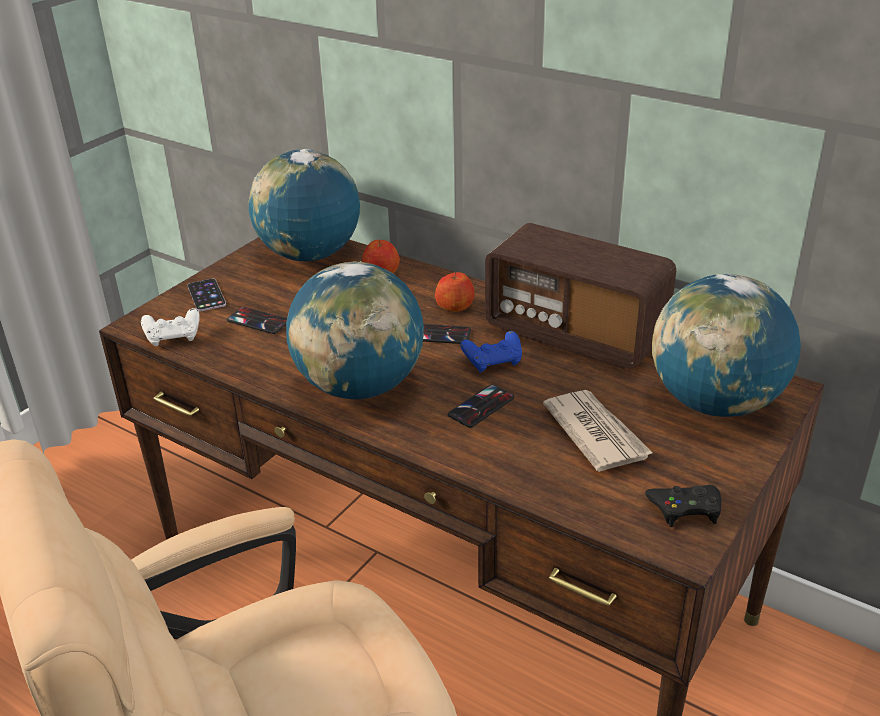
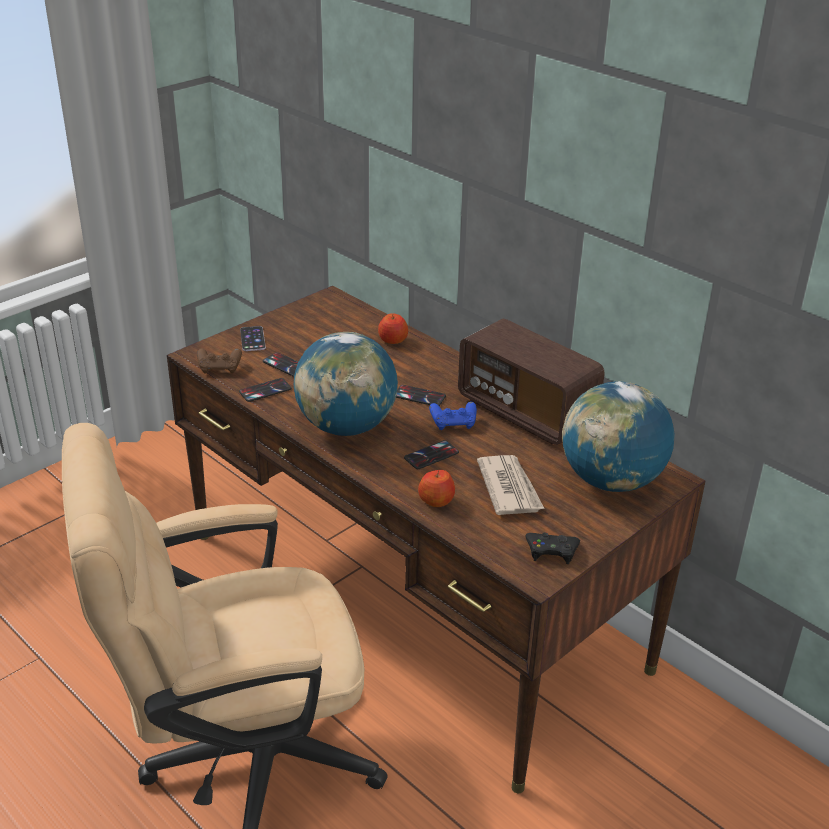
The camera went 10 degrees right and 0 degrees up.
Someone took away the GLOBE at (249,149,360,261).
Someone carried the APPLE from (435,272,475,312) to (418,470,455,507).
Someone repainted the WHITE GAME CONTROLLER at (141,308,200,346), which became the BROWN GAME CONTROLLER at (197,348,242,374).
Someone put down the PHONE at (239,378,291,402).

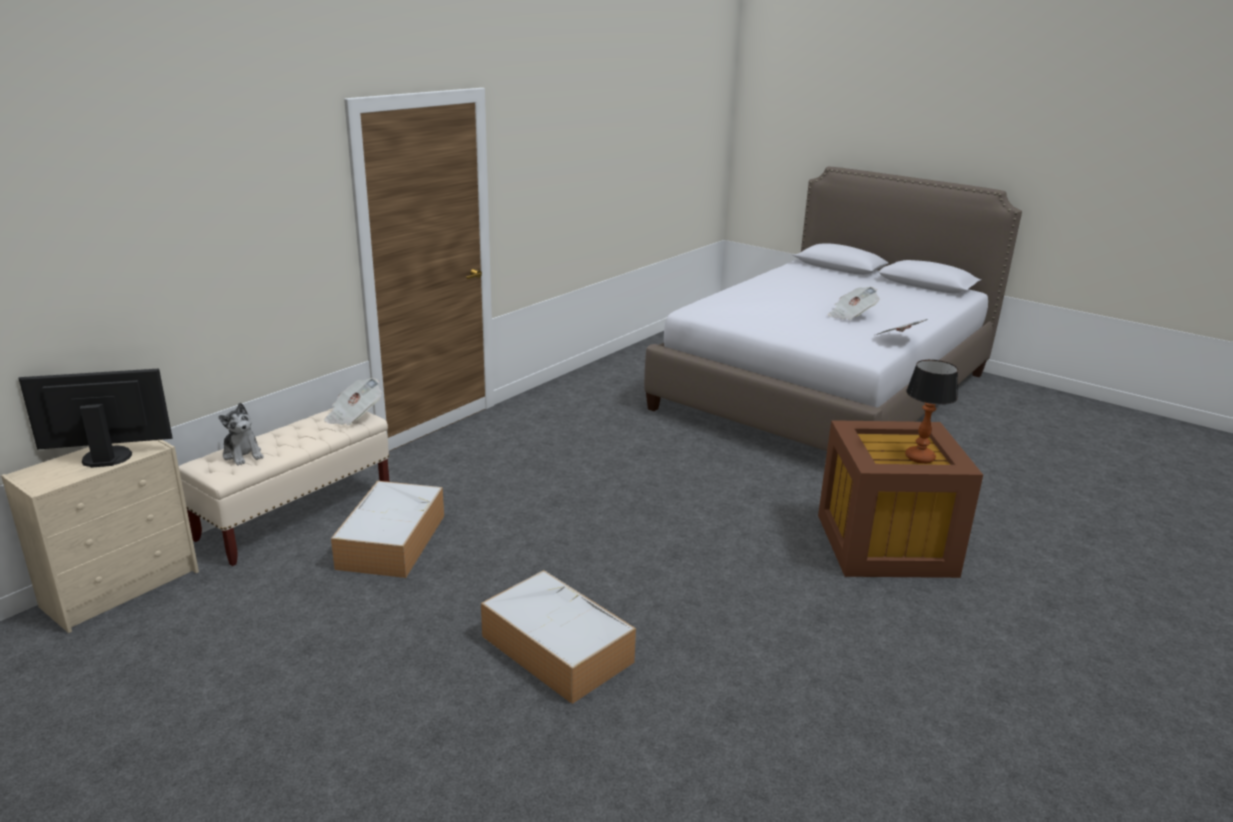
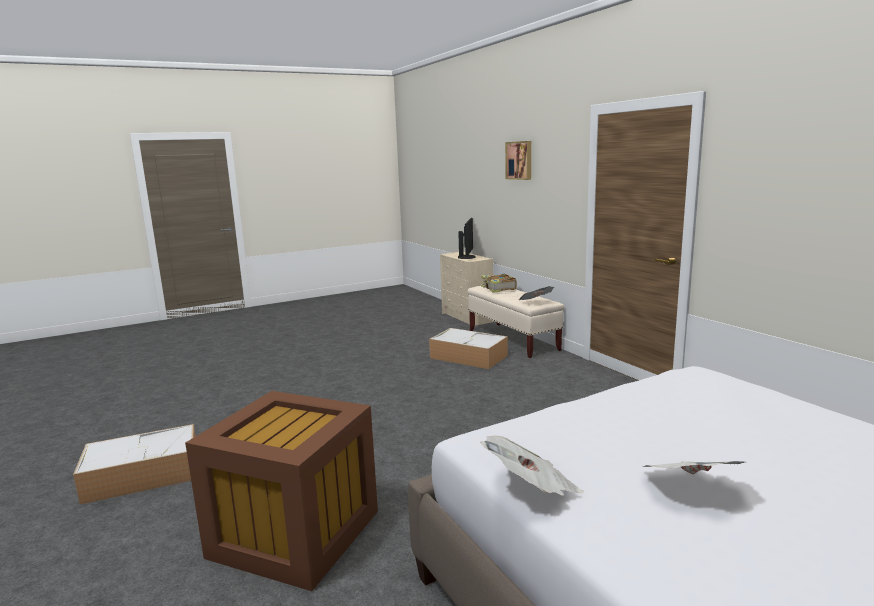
The camera went 115 degrees right and 10 degrees down.
Someone took away the TABLE LAMP at (905,360,958,464).
Someone swapped the PLUSH TOY at (218,403,264,466) for the BOOK at (481,274,517,293).
Someone carried the STORAGE BOX from (481,570,636,704) to (73,424,195,505).
Someone put up the PICTURE at (505,141,531,180).

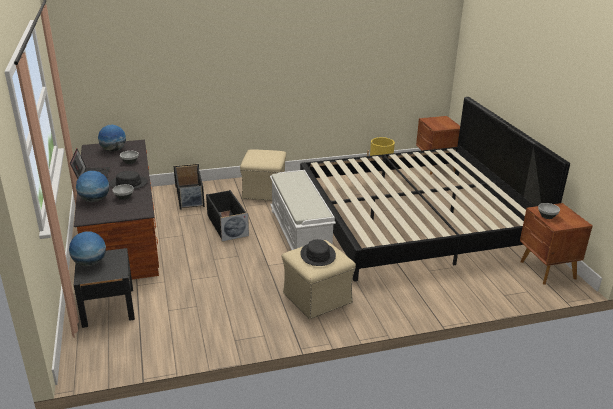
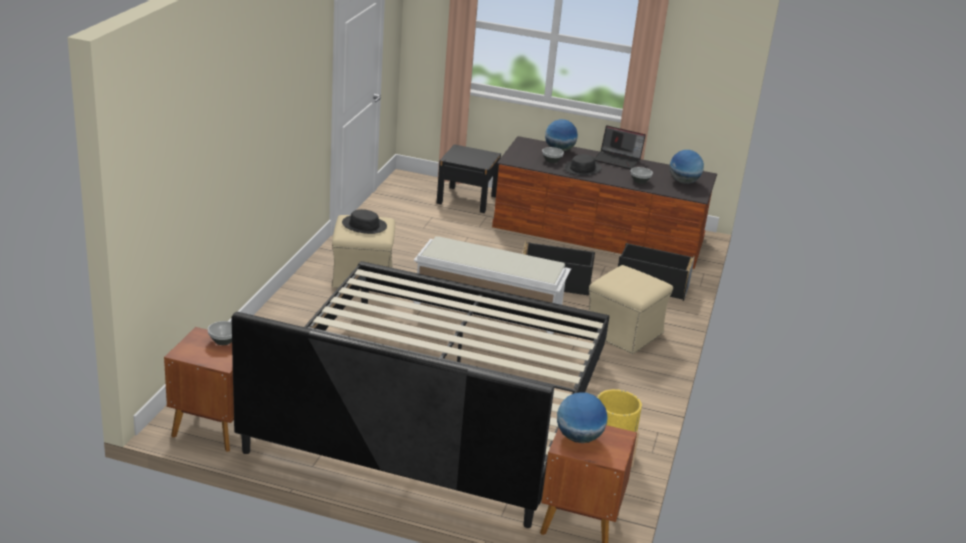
The camera went 120 degrees right and 0 degrees up.
Someone carried the GLOBE from (69,231,106,266) to (557,393,608,443).

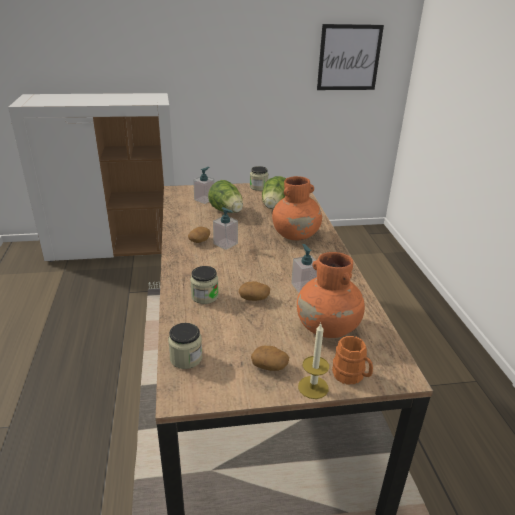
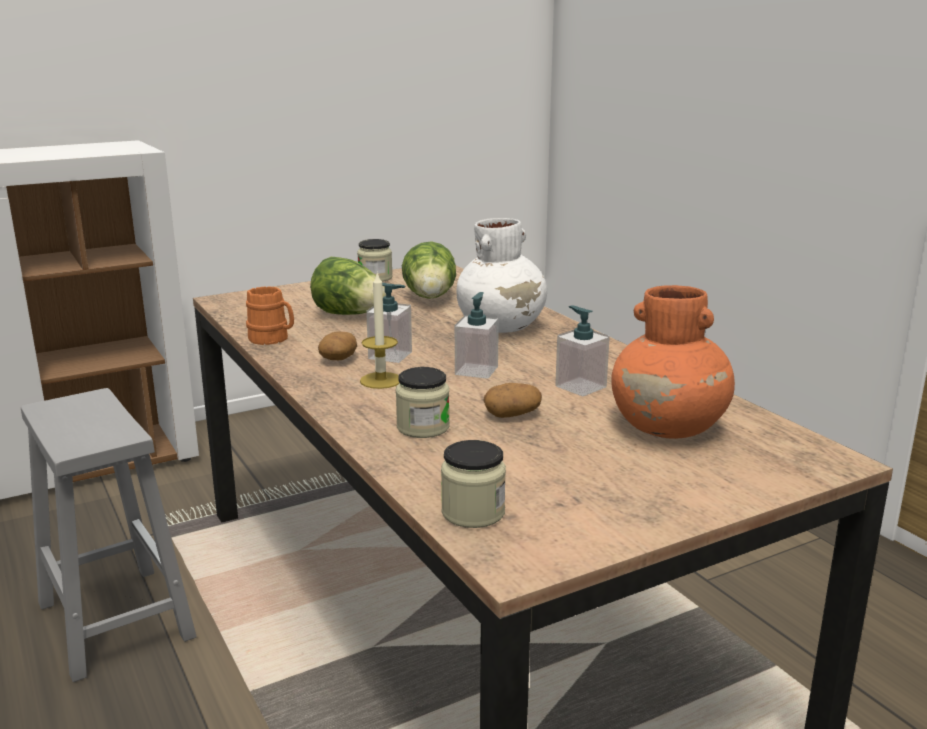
The camera went 20 degrees left and 10 degrees down.
Someone took away the PICTURE at (317,24,384,90).
Someone carried the SOAP DISPENSER from (193,167,215,204) to (455,292,499,379).
Someone repainted the ORANGE VASE at (272,176,322,240), which became the WHITE VASE at (457,218,547,333).
Someone carried the CANDLE from (298,324,329,399) to (360,272,399,389).
Someone carried the ORANGE MUG from (332,336,373,384) to (246,286,294,345).
Someone took away the POTATO at (251,346,289,371).
Someone put down the GREY STOOL at (21,388,197,682).

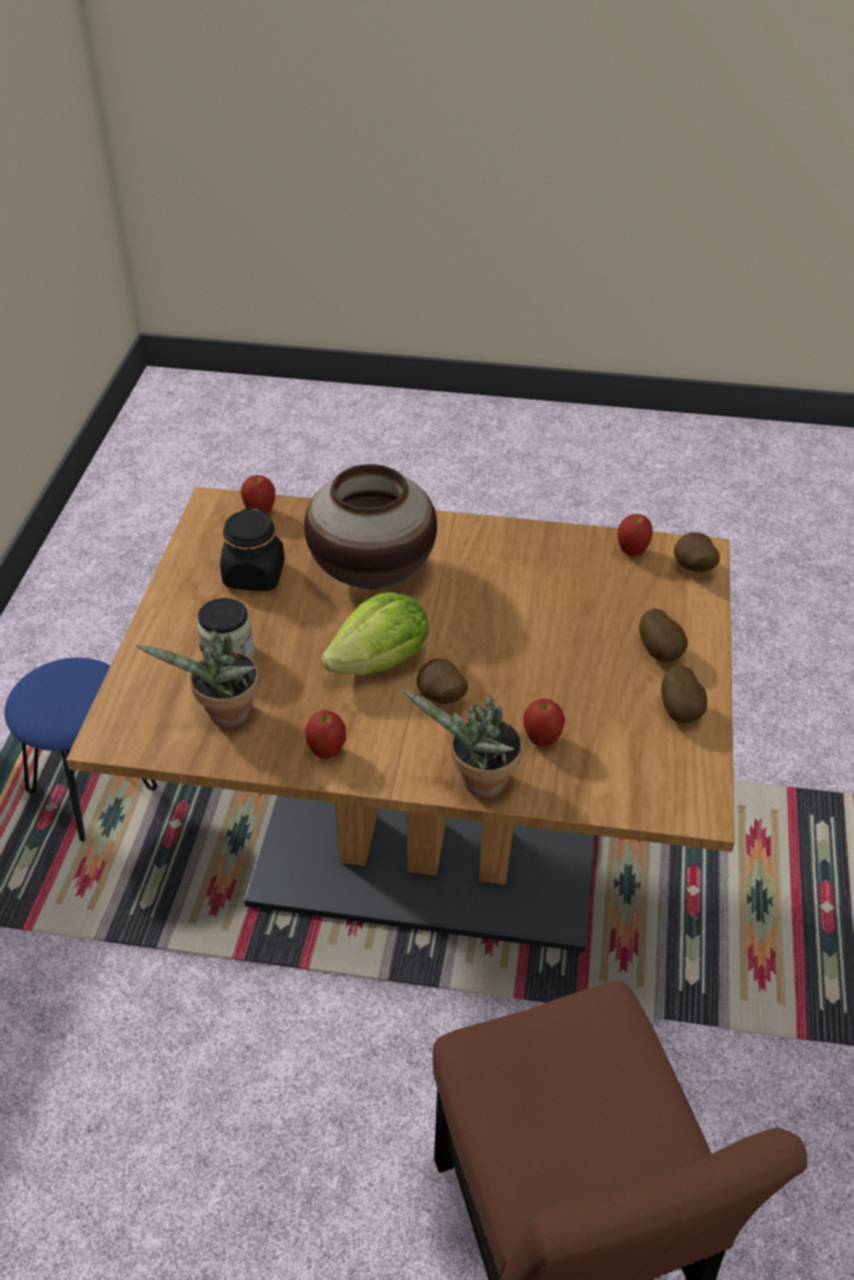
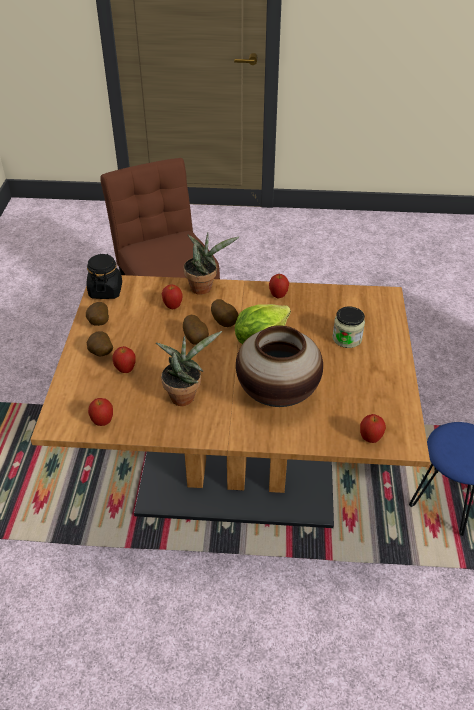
The camera went 175 degrees right and 0 degrees up.
Someone carried the BLACK JAR from (220,507,285,591) to (87,254,122,299).
Someone carried the POTATO from (674,532,720,572) to (183,315,209,345).
Someone carried the POTTED PLANT from (136,631,259,728) to (156,331,222,406).
Someone put down the APPLE at (112,346,136,373).

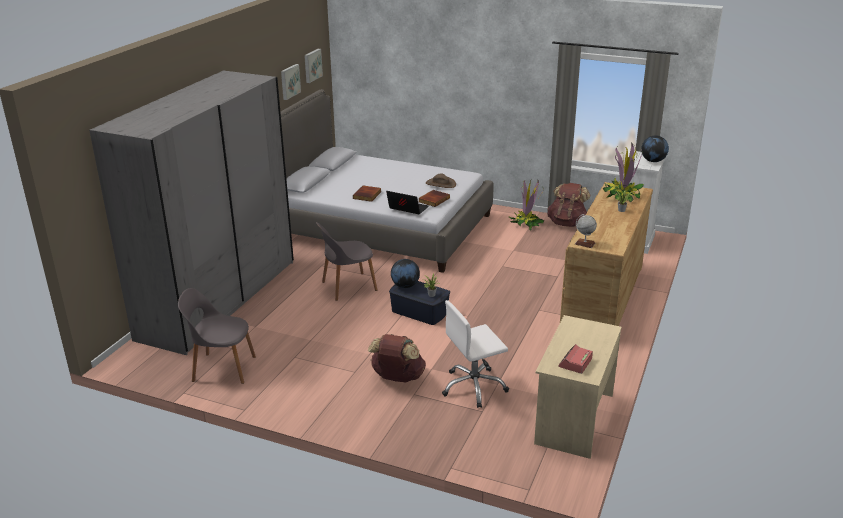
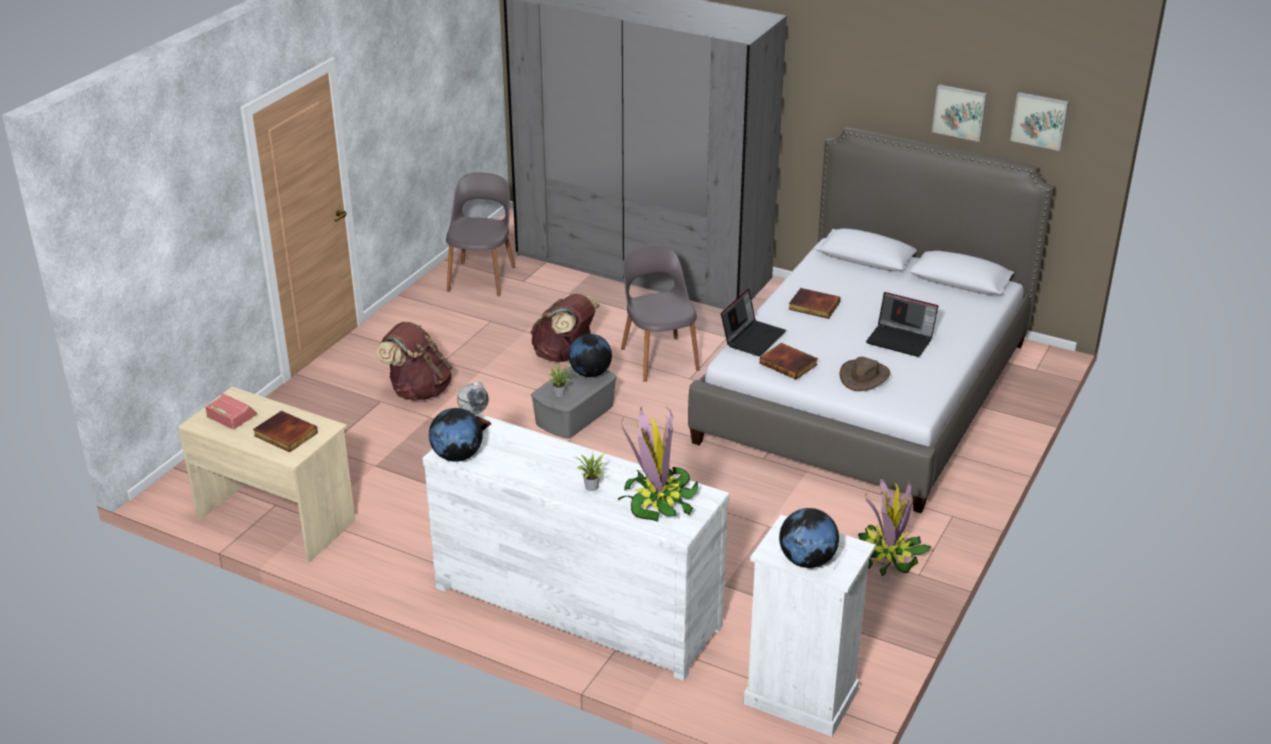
The camera went 95 degrees right and 5 degrees up.
Someone repainted the BROWN DRESSER at (560,182,653,326), which became the WHITE DRESSER at (422,414,729,681).
Someone carried the BROWN BACKPACK from (547,183,590,227) to (530,294,600,362).
Someone repainted the BLUE STORAGE BOX at (389,281,450,325), which became the GREY STORAGE BOX at (531,366,617,439).
Someone took away the WHITE OFFICE CHAIR at (442,300,509,408).
Someone put down the LAPTOP at (866,292,938,357).
Someone put down the GLOBE at (429,408,483,462).
Someone put down the BOOK at (253,411,318,452).

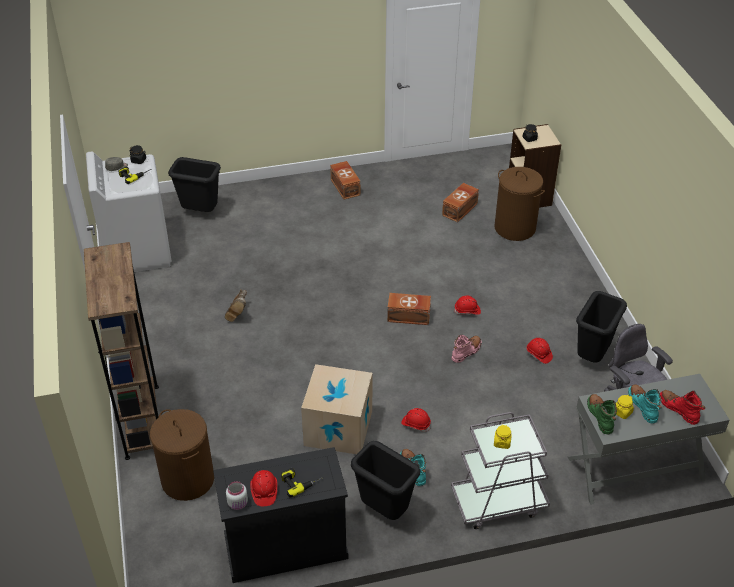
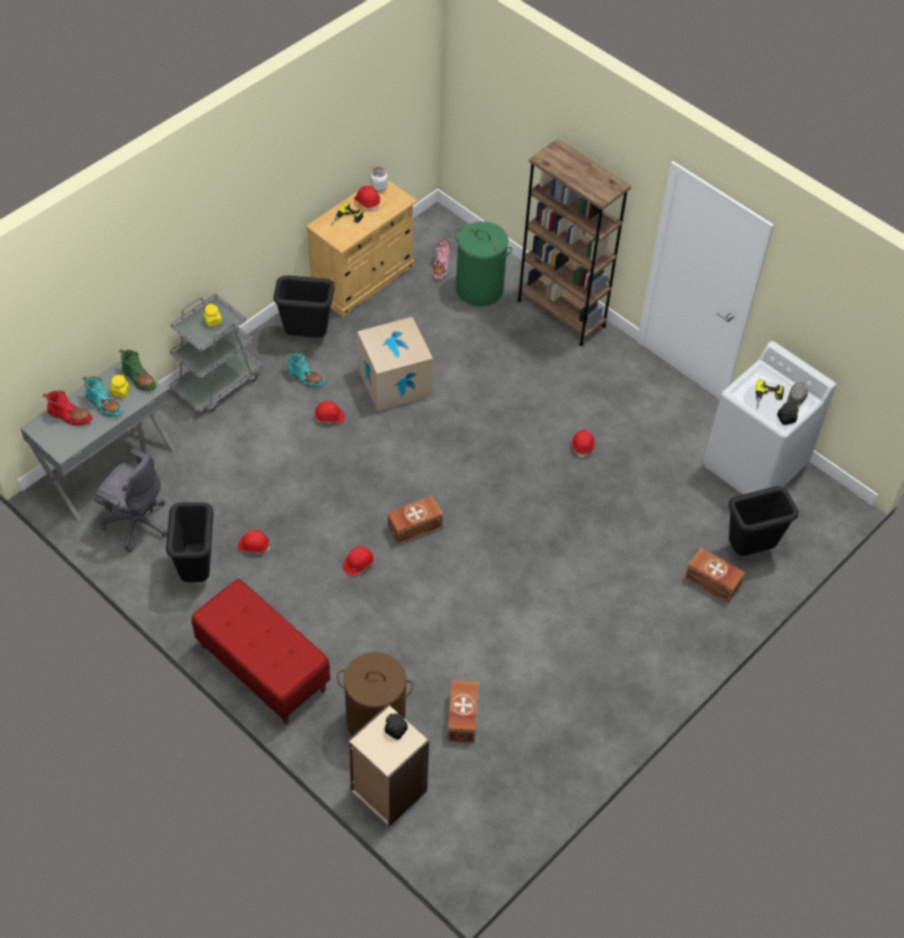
The camera went 145 degrees right and 10 degrees up.
Someone carried the BROWN STORAGE BOX from (330,161,361,200) to (685,548,745,603).
Someone swapped the BROWN BOOT at (225,289,247,322) for the RED HARD HAT at (572,430,595,458).
Someone carried the PINK BOOT from (452,335,482,363) to (432,238,451,280).
Someone repainted the BROWN LAUNDRY BASKET at (150,409,214,501), which became the GREEN LAUNDRY BASKET at (454,221,512,306).
Someone repainted the BLACK CABINET at (213,447,348,583), which became the BEIGE CABINET at (306,180,417,317).
Someone put down the RED BENCH at (192,579,330,724).

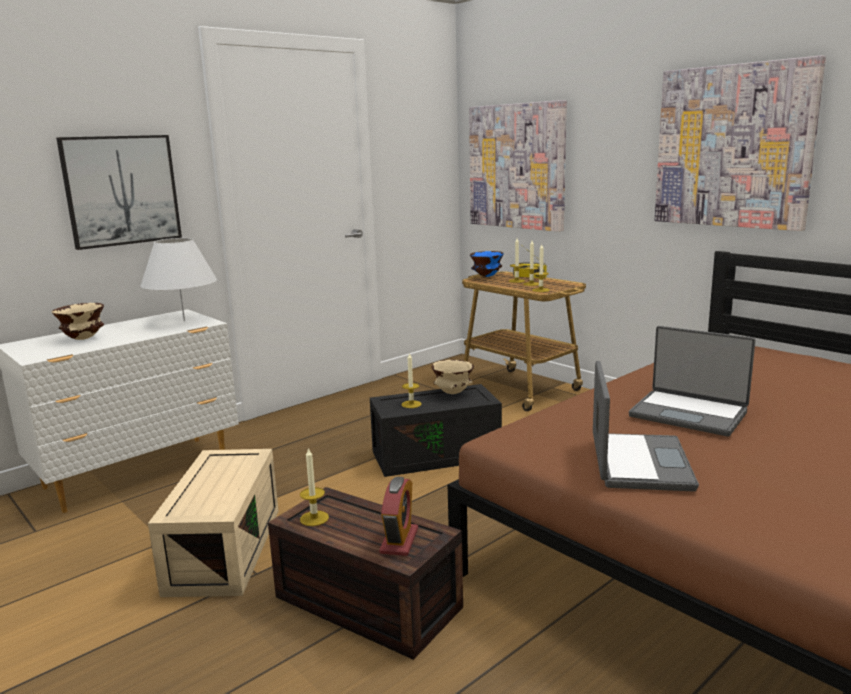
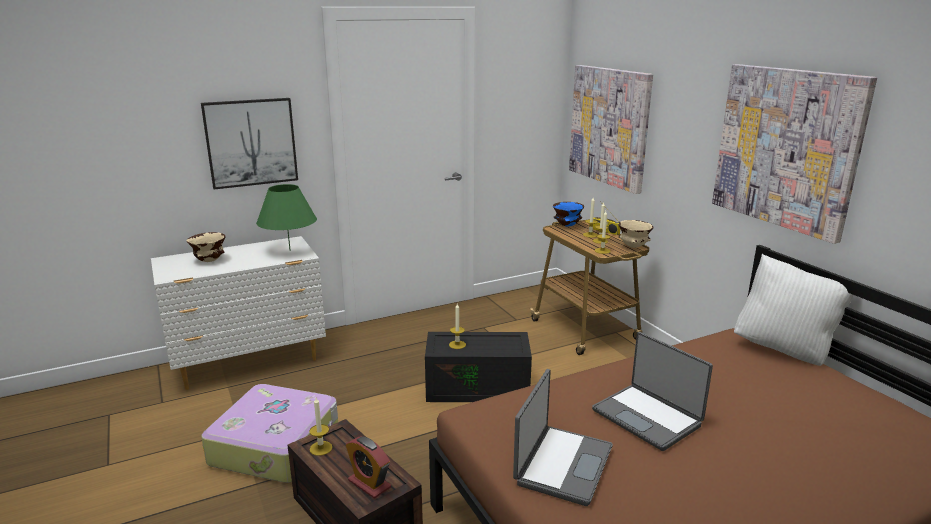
The camera went 15 degrees right and 5 degrees up.
Someone repainted the WHITE TABLE LAMP at (140,238,217,321), which became the GREEN TABLE LAMP at (256,184,317,251).
Someone carried the BEIGE BOWL from (431,360,474,394) to (619,220,654,248).
Someone swapped the BEIGE STORAGE BOX at (148,449,278,597) for the SUITCASE at (201,384,338,483).
Someone rotated the ALARM CLOCK at (379,477,418,556) by 105 degrees clockwise.
Someone put down the WHITE PILLOW at (734,254,854,366).

